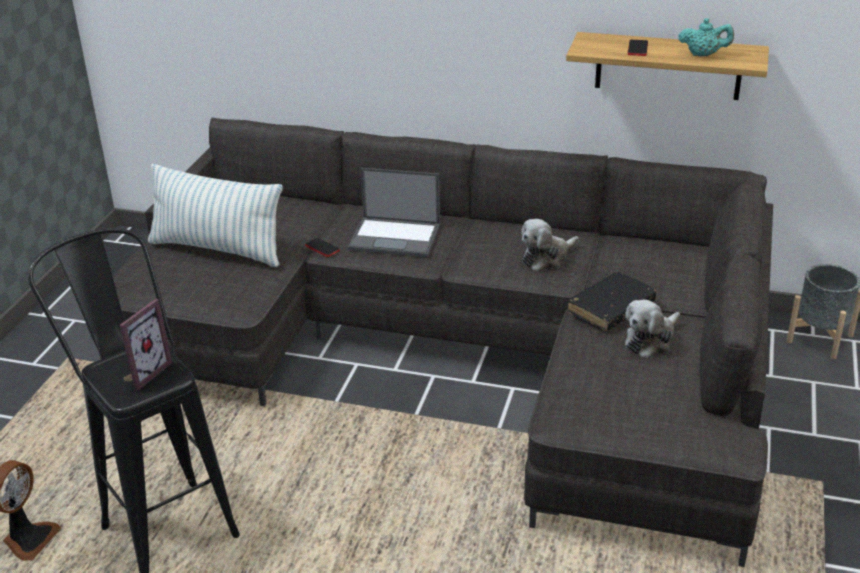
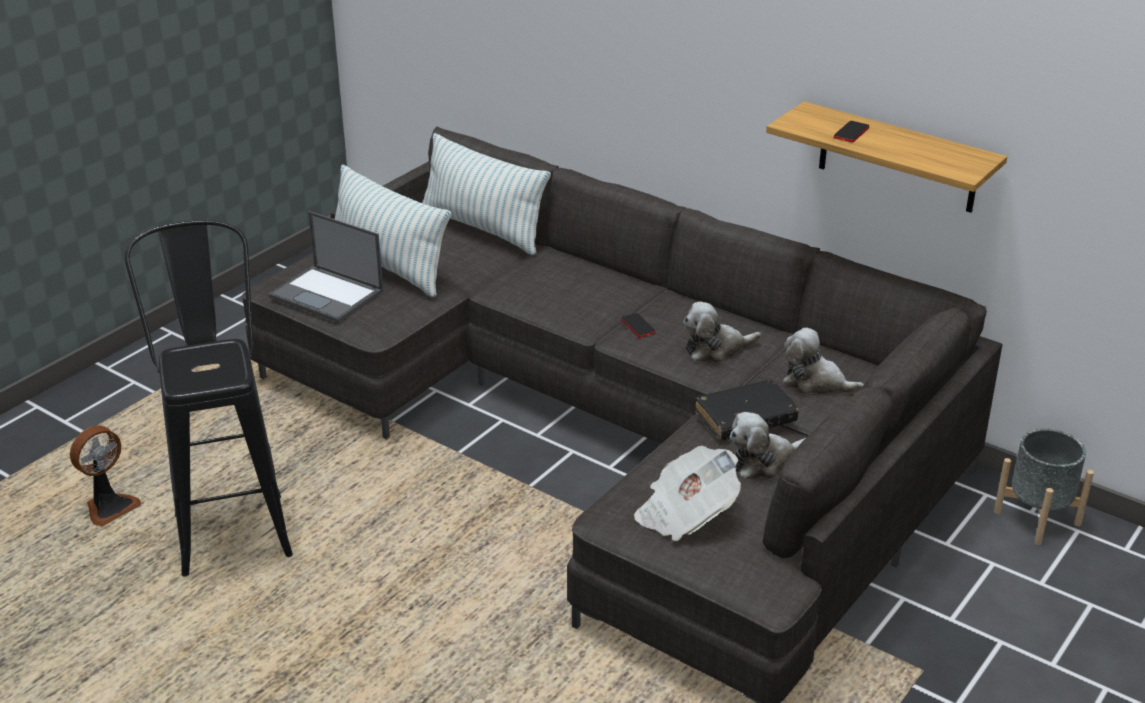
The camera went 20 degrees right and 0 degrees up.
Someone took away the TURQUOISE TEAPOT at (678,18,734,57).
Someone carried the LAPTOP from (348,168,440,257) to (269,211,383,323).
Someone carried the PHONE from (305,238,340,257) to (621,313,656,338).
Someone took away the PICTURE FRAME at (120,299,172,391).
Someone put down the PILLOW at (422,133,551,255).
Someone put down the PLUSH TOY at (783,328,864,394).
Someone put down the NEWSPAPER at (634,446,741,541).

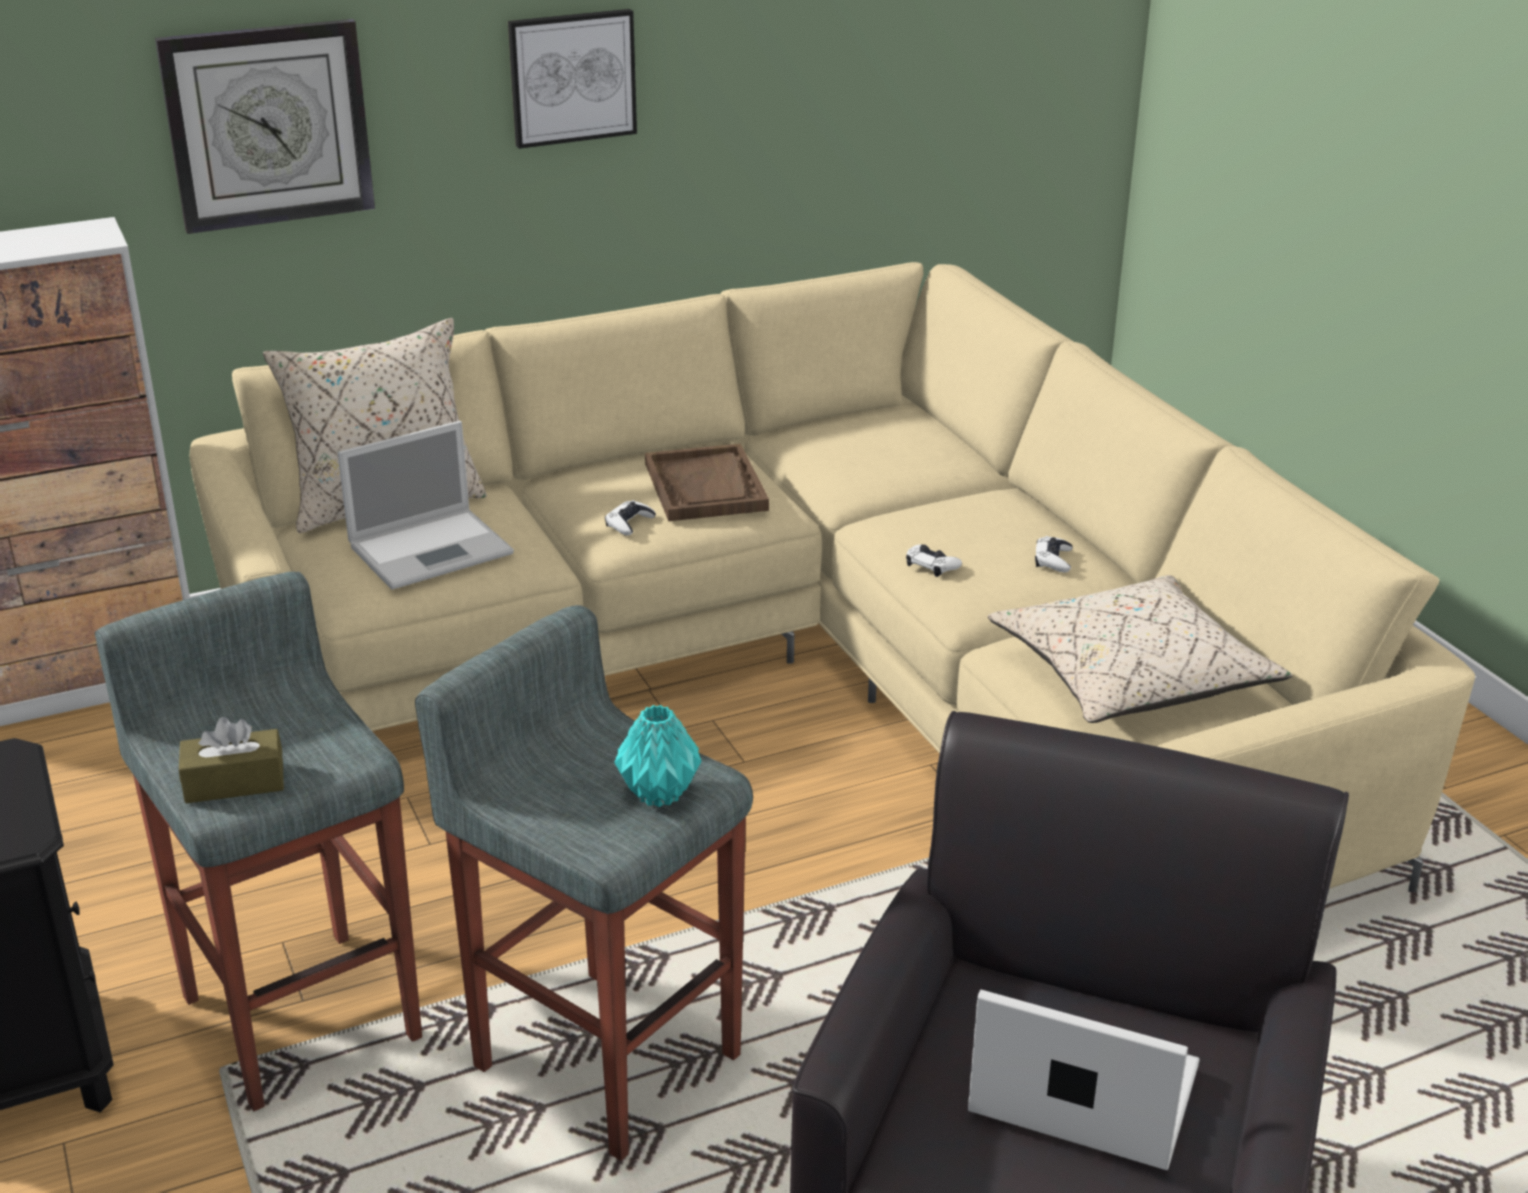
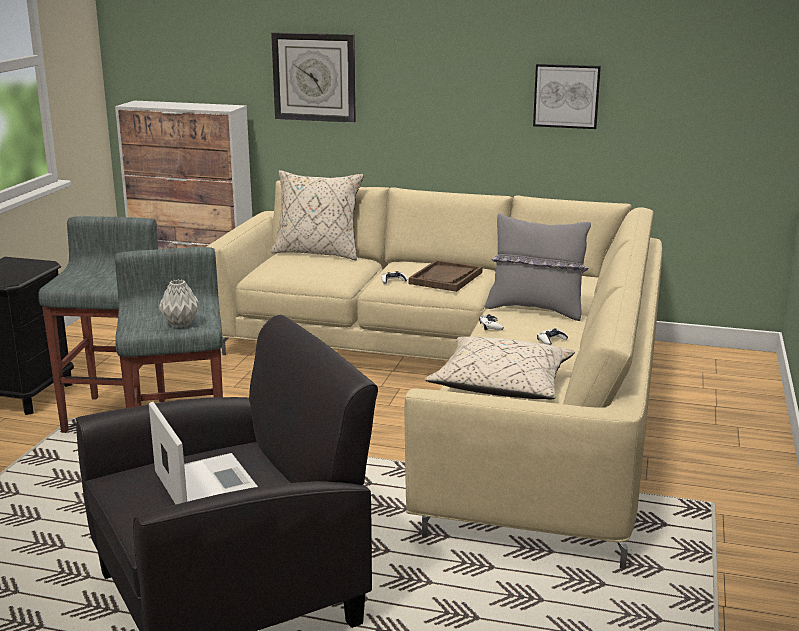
The camera went 40 degrees right and 10 degrees down.
Someone carried the PICTURE from (508,9,637,149) to (533,64,601,129).
Someone took away the LAPTOP at (337,421,514,590).
Someone repainted the TURQUOISE VASE at (614,705,701,807), which became the GREY VASE at (159,279,200,328).
Someone took away the BROWN TISSUE BOX at (179,717,284,803).
Someone put down the GREY PILLOW at (485,213,591,321).

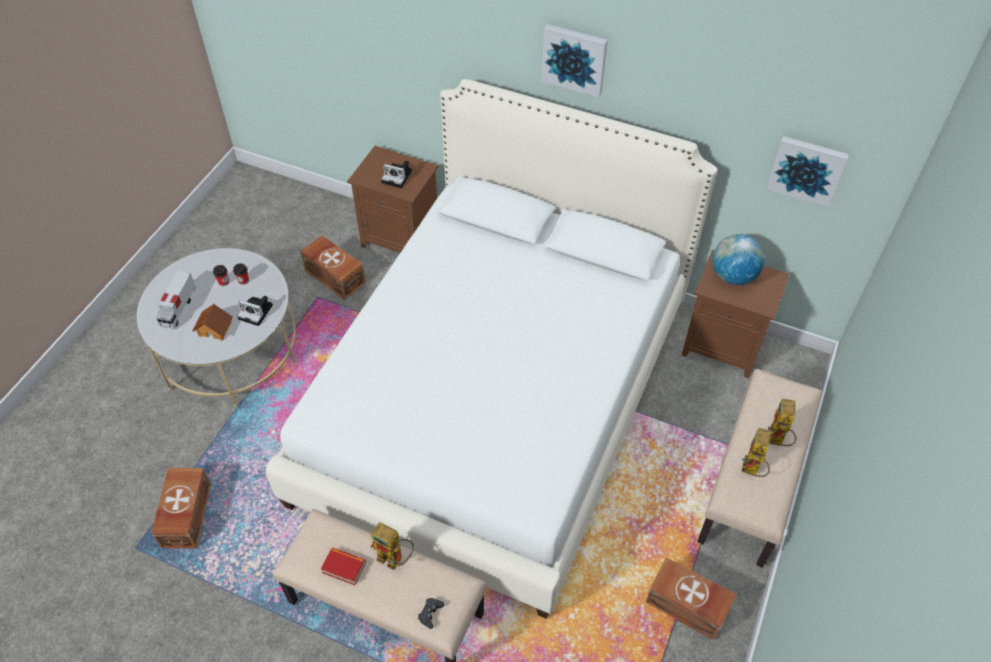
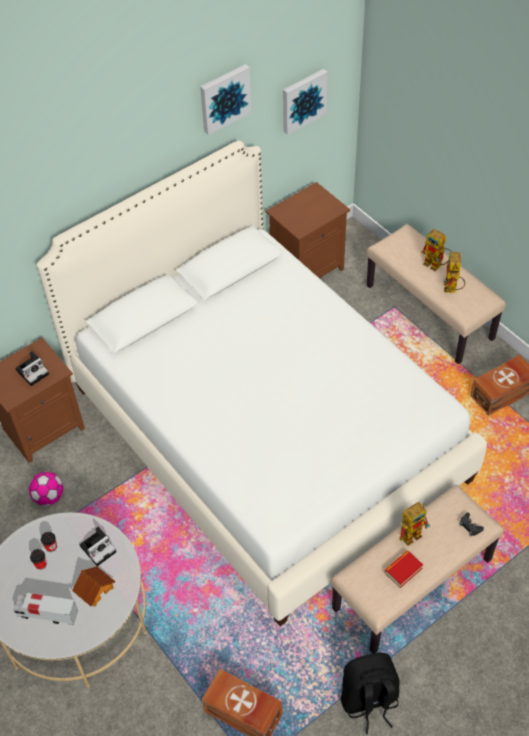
The camera went 60 degrees left and 0 degrees up.
Someone carried the PICTURE from (541,24,608,97) to (200,64,252,135).
Someone took away the GLOBE at (713,234,765,285).
Someone swapped the BROWN STORAGE BOX at (300,236,366,300) for the FOOTBALL at (29,472,63,506).
Someone rotated the TOY TRUCK at (156,271,196,329) by 150 degrees clockwise.
Someone rotated the TOY ROBOT at (741,428,772,477) by 45 degrees clockwise.
Someone put down the BLACK BACKPACK at (341,652,400,734).

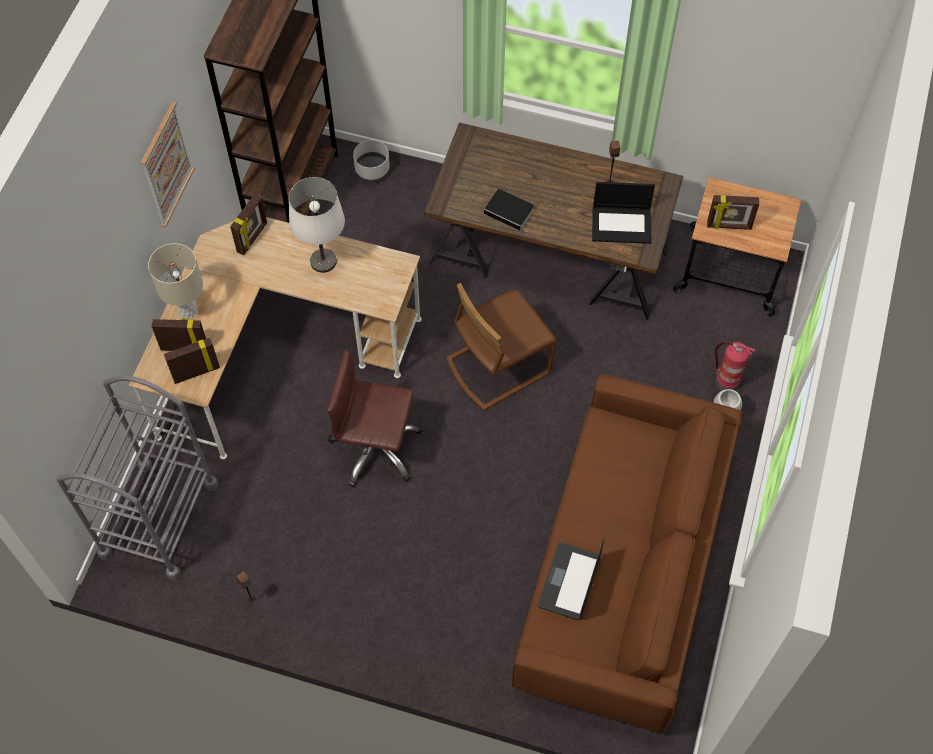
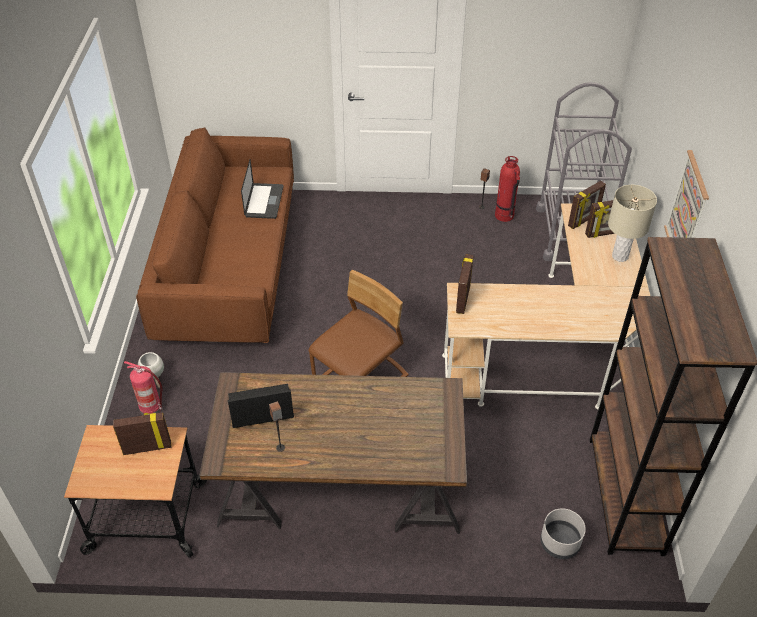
The camera went 165 degrees right and 15 degrees down.
Someone took away the WHITE TABLE LAMP at (289,177,345,273).
Someone took away the BOOK at (484,189,534,232).
Someone carried the PICTURE FRAME from (230,194,267,255) to (456,254,474,314).
Someone took away the BROWN OFFICE CHAIR at (327,350,422,488).
Someone put down the FIRE EXTINGUISHER at (495,156,520,222).

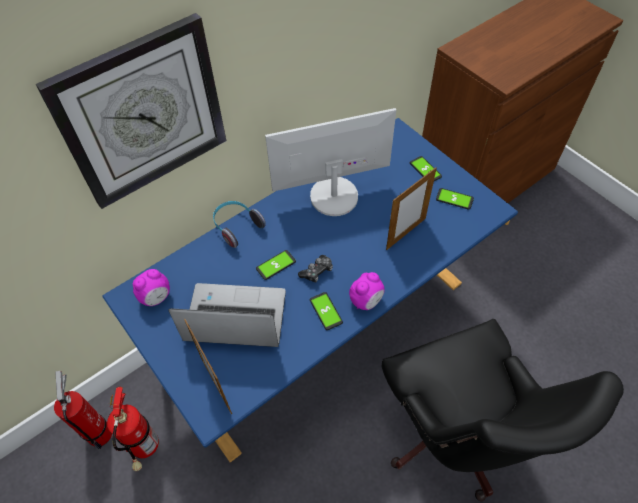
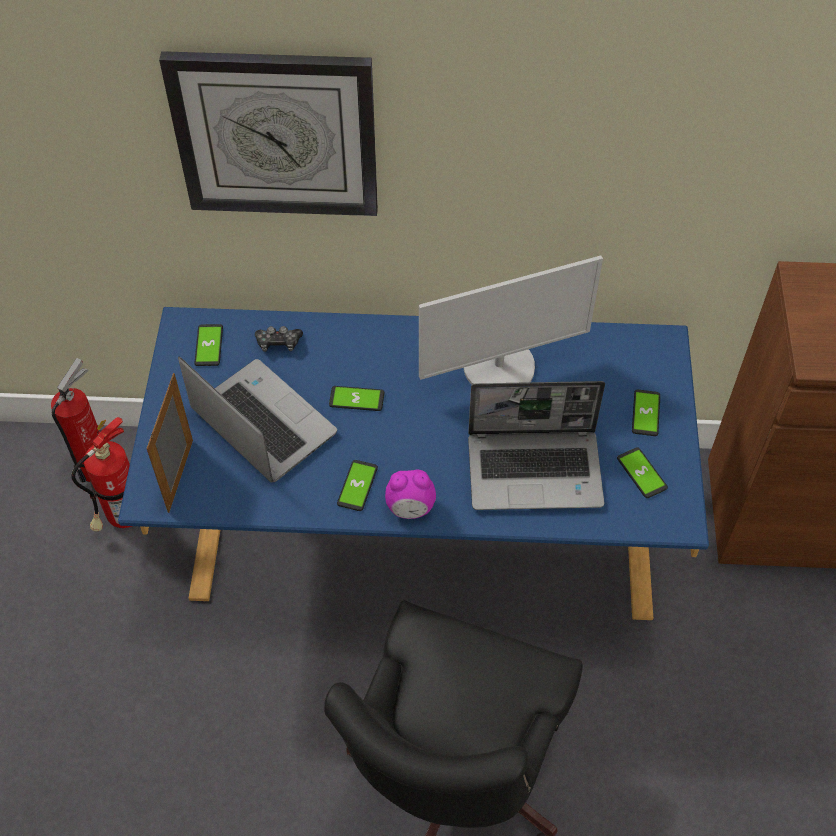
The camera went 40 degrees right and 0 degrees up.
Someone rotated the MONITOR at (265,108,396,216) by 135 degrees clockwise.
Someone swapped the PICTURE FRAME at (386,167,437,250) for the LAPTOP at (468,381,605,510).
Someone took away the HEADPHONES at (213,201,266,248).
Someone carried the GAME CONTROLLER from (298,255,333,283) to (255,326,303,352).
Someone swapped the ALARM CLOCK at (133,269,170,306) for the PHONE at (195,324,223,366).

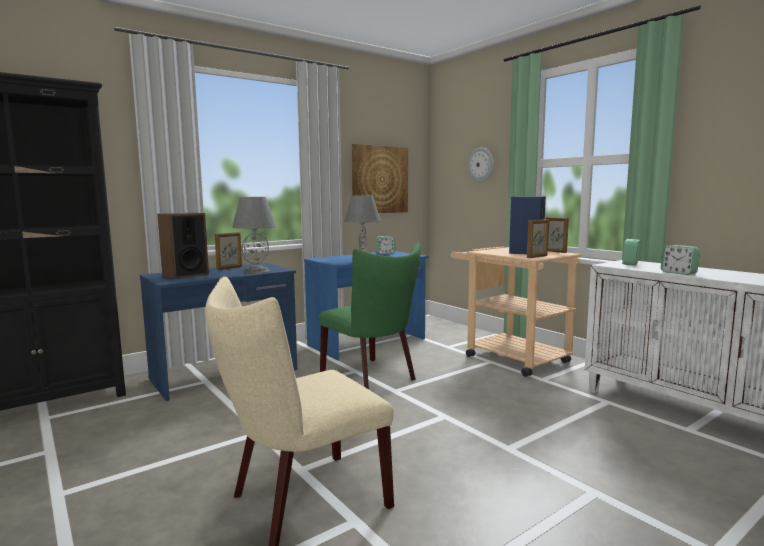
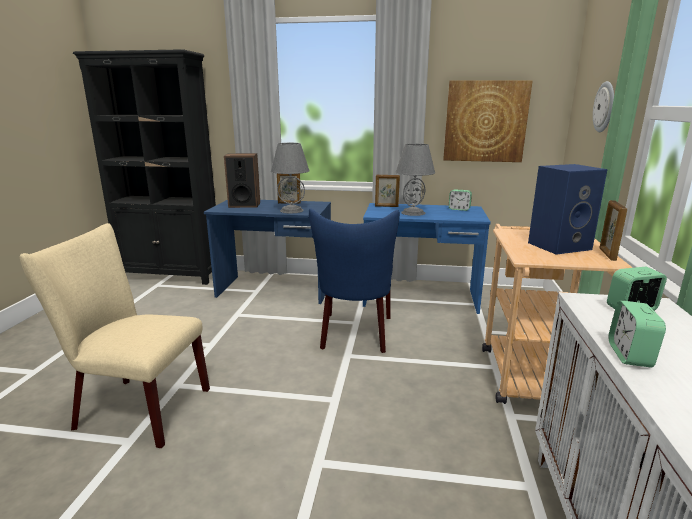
The camera went 45 degrees right and 10 degrees up.
Someone carried the PICTURE FRAME from (527,219,549,258) to (375,175,400,207).
Someone repainted the GREEN CHAIR at (318,243,421,389), which became the BLUE CHAIR at (309,208,400,353).

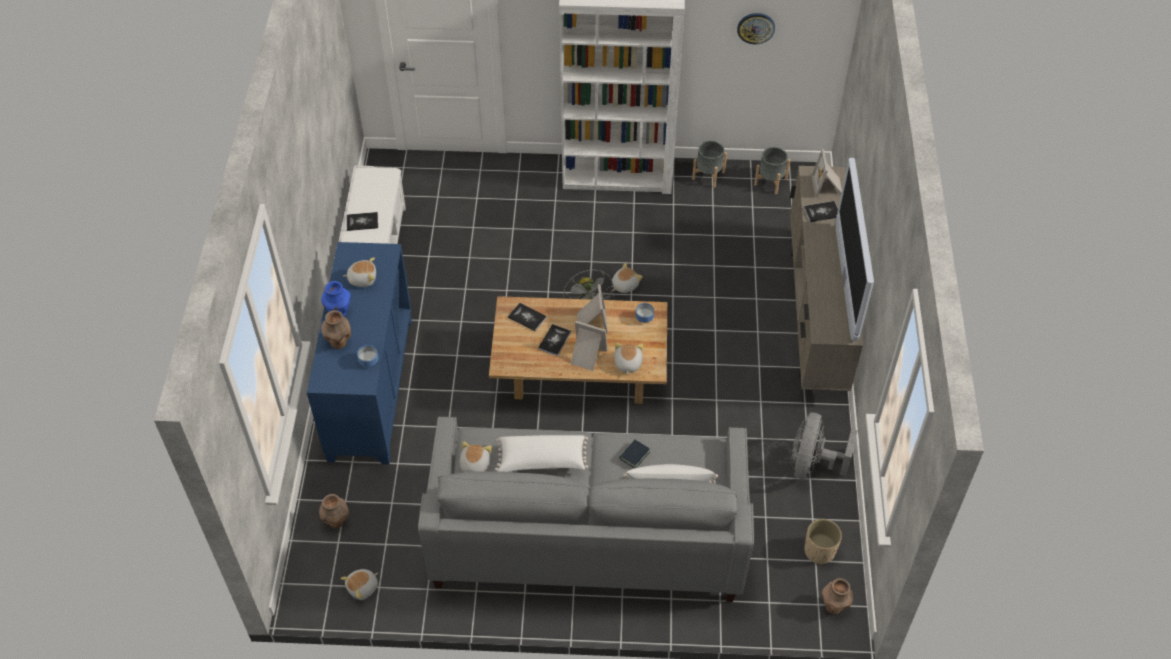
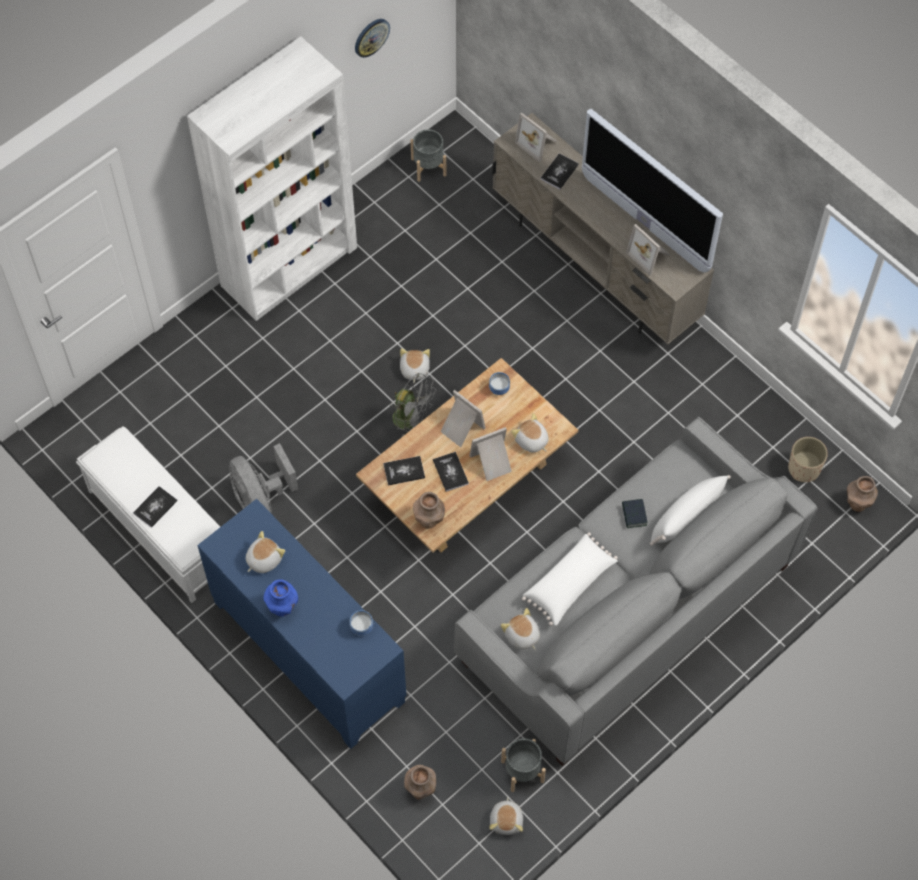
The camera went 45 degrees left and 10 degrees up.
Someone carried the GREY PLANTER from (692,141,727,188) to (501,738,546,792).
Someone carried the BROWN VASE from (321,310,351,349) to (413,492,445,529).
Someone carried the GREY FAN from (792,413,858,479) to (229,443,298,512).
Someone put down the PICTURE FRAME at (626,224,670,275).

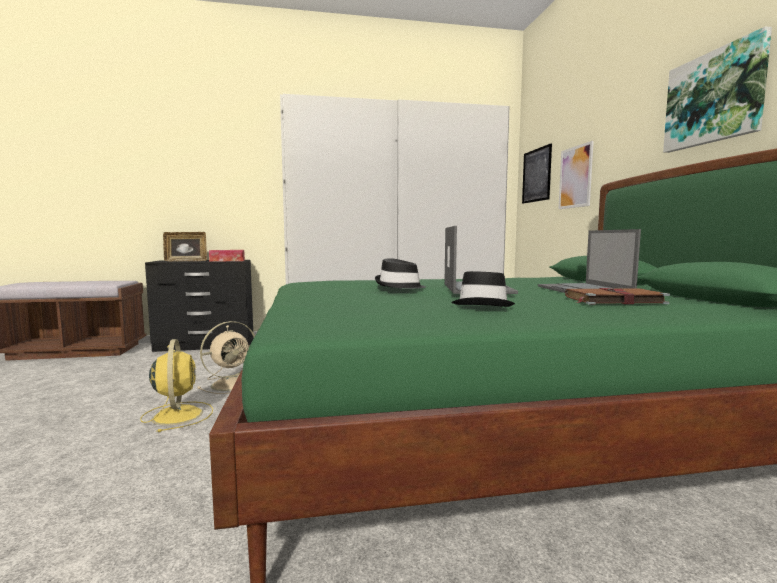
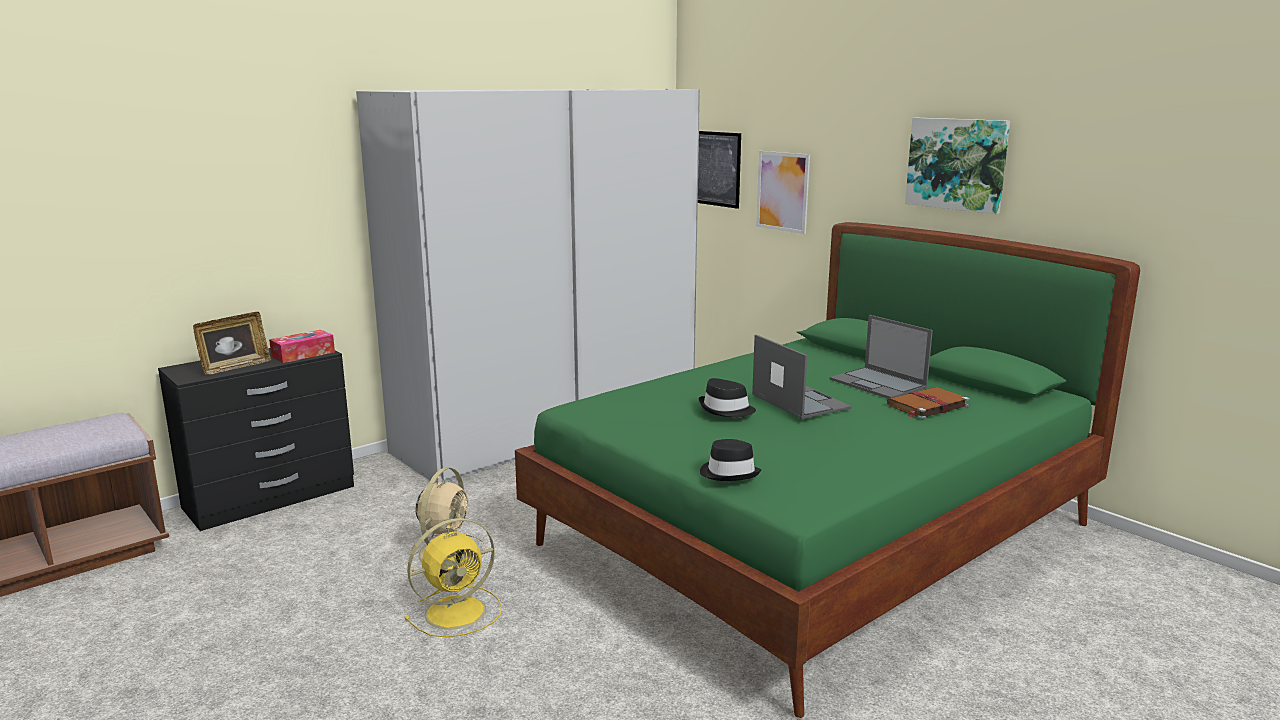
The camera went 30 degrees left and 10 degrees up.
Someone carried the BLACK HAT from (452,271,515,307) to (700,439,761,481).
Someone rotated the YELLOW FAN at (140,339,213,432) by 105 degrees clockwise.

